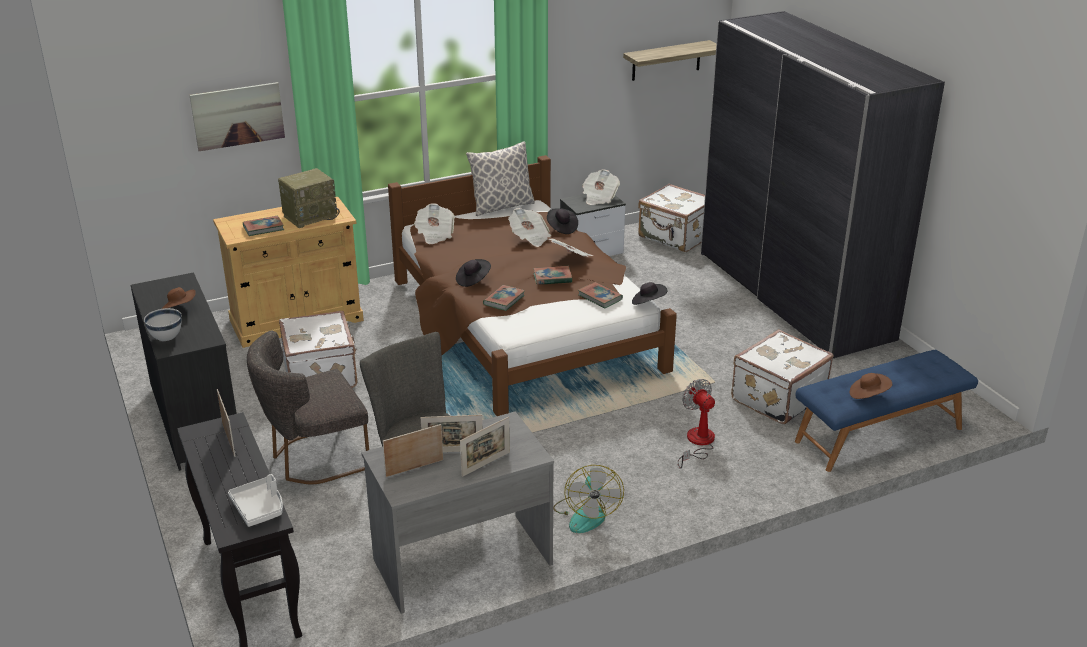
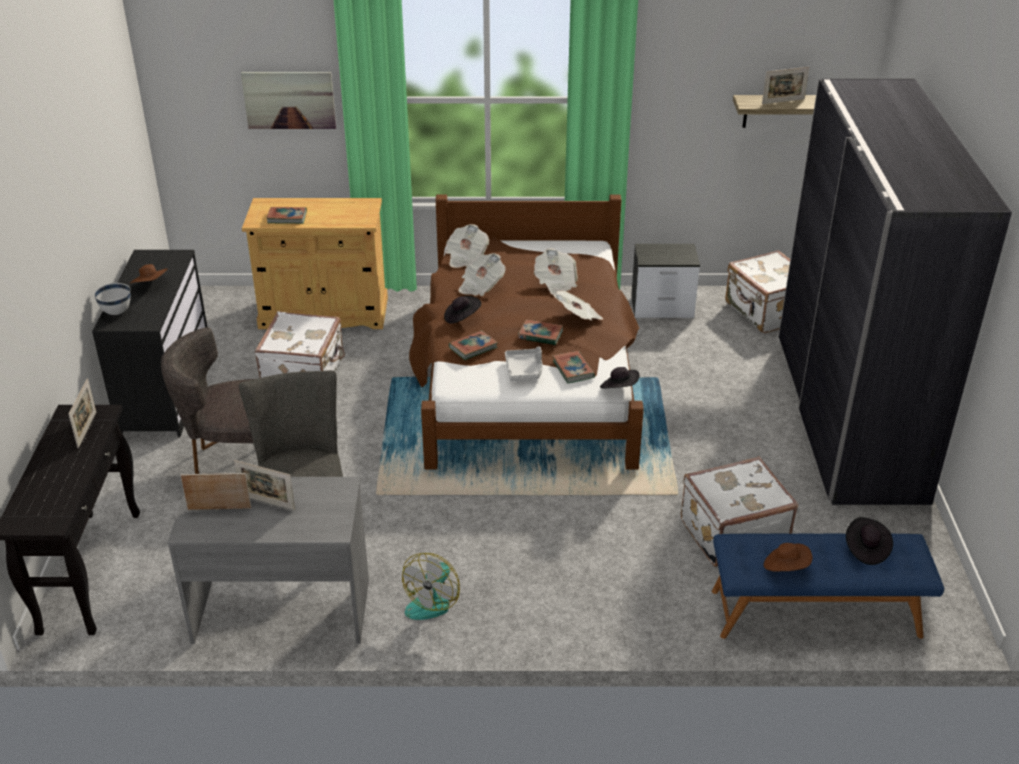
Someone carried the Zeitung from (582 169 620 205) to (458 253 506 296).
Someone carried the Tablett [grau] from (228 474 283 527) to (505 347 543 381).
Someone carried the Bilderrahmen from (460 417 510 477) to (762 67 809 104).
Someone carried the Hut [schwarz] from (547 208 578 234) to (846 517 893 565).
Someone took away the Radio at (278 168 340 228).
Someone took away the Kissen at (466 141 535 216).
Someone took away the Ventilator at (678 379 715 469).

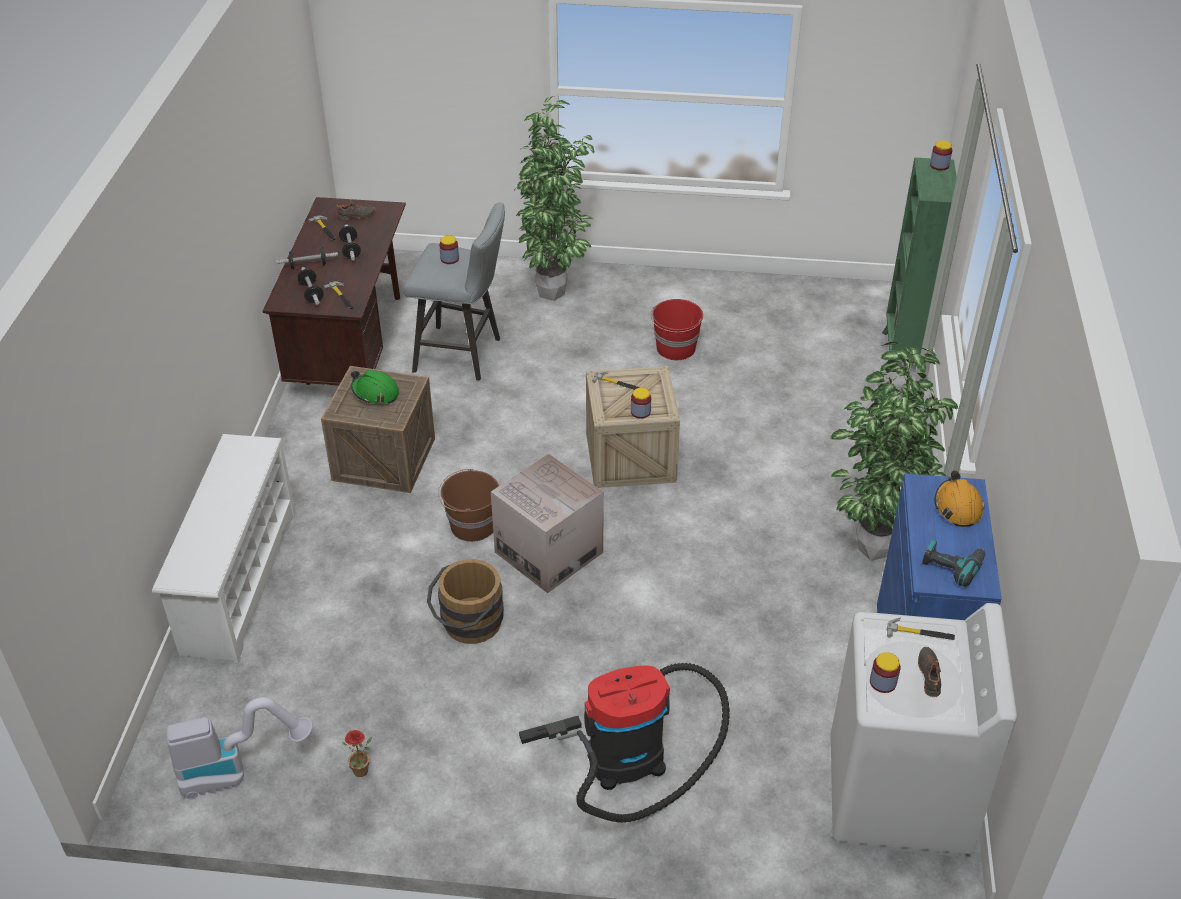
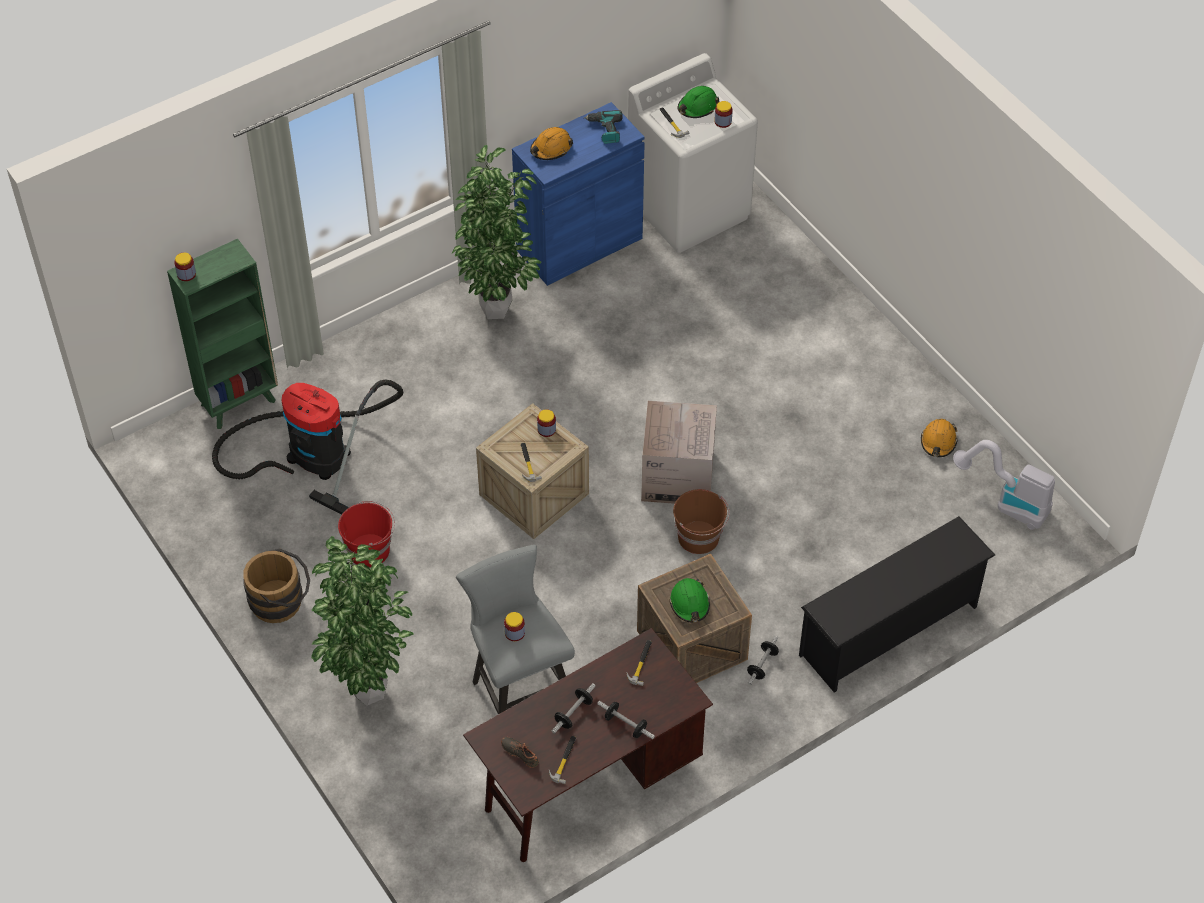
Someone carried the Staubsauger from (519 663 730 823) to (212 379 403 515).
Someone carried the Eimer [braun] from (427 559 504 644) to (243 548 310 623).
Someone swapped the Schuh [schwarz] at (918 647 941 697) for the Schutzhelm [grün] at (678 86 719 118).
Someone carried the Hantel from (297 267 323 305) to (747 636 779 685).
Someone repainted the Schuhregal [weiß] at (152 434 296 664), which became the Schuhregal [schwarz] at (799 516 995 693).
Someone swapped the Topfpflanze at (342 730 372 777) for the Schutzhelm [orange] at (921 419 957 457).

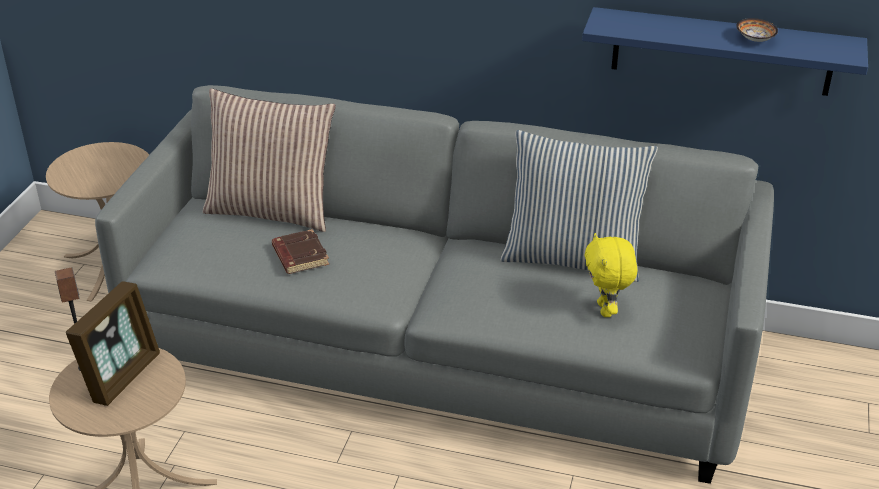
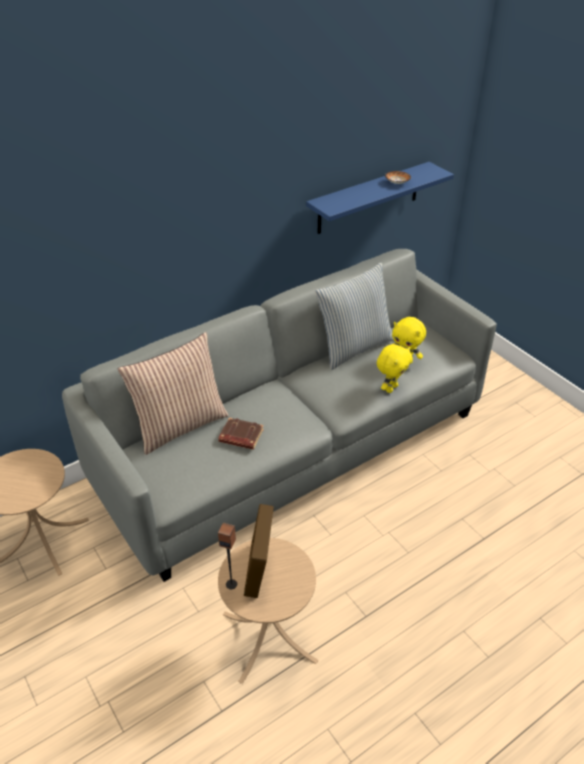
Someone rotated the Bilderrahmen at (66 281 160 406) by 150 degrees counterclockwise.
Someone put down the Plüschtier [gelb] at (377 344 412 393).

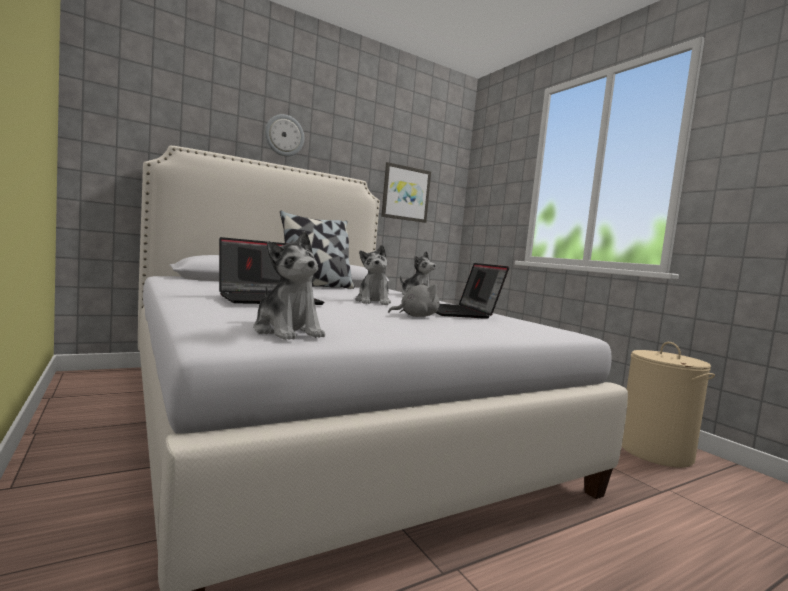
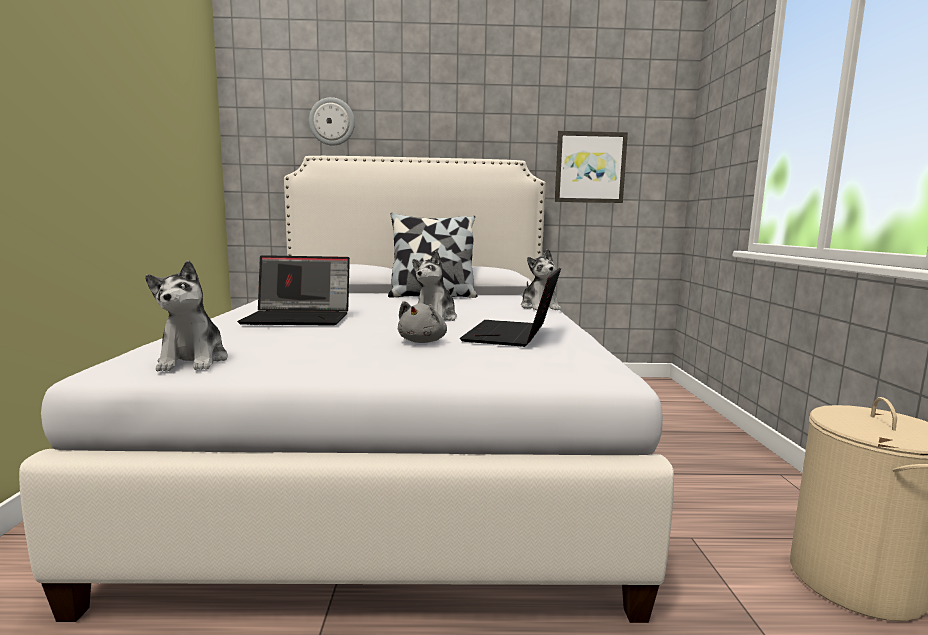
Someone carried the Wanduhr from (265 114 304 156) to (309 97 355 146).
Someone rotated the Plüschtier [grau] at (388 282 439 317) by 105 degrees clockwise.

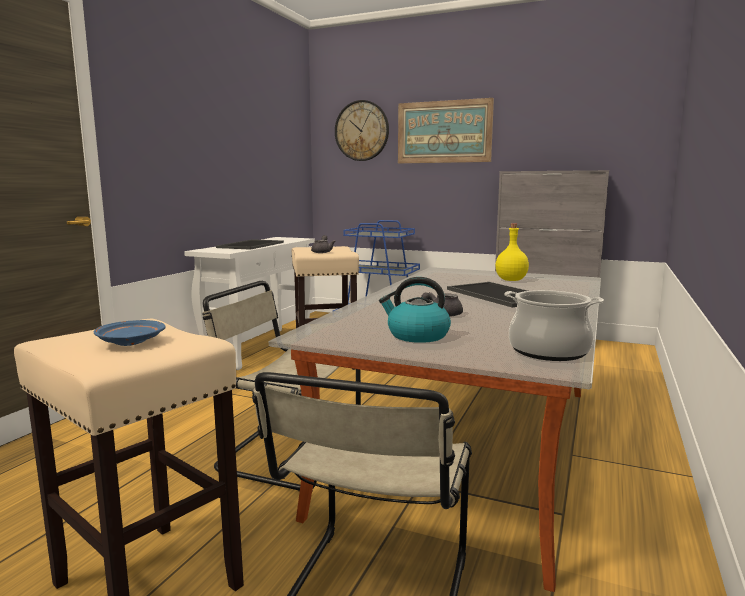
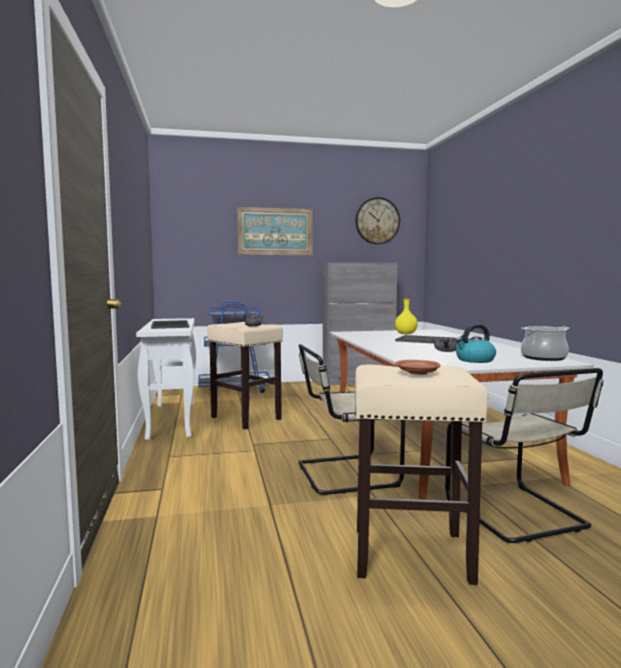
Someone carried the Wanduhr from (335 100 389 161) to (356 197 400 244).
Someone repainted the Teller [blau] at (94 320 166 346), which became the Teller [braun] at (395 360 441 375).

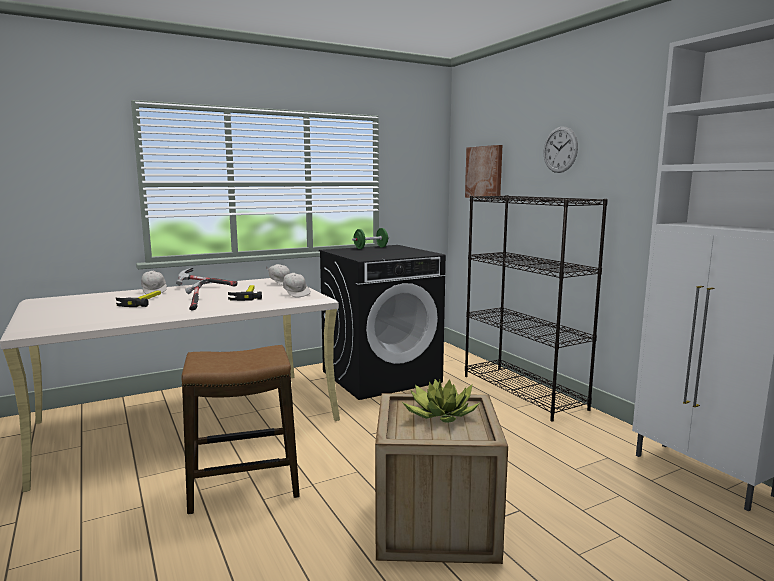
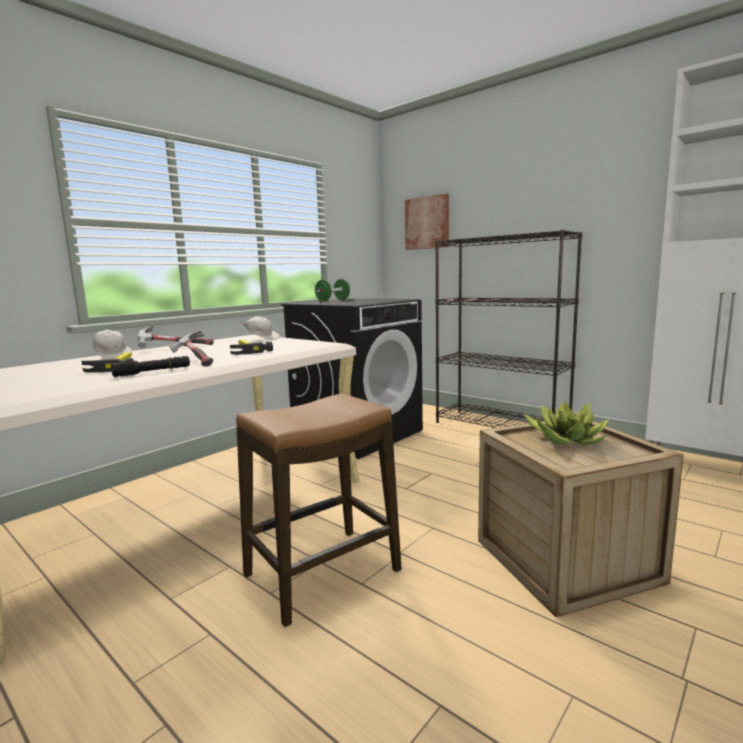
Someone put down the Taschenlampe [schwarz] at (111 356 190 377).
Someone took away the Kappe [weiß] at (283 273 311 298).
Someone took away the Wanduhr at (544 126 578 173).

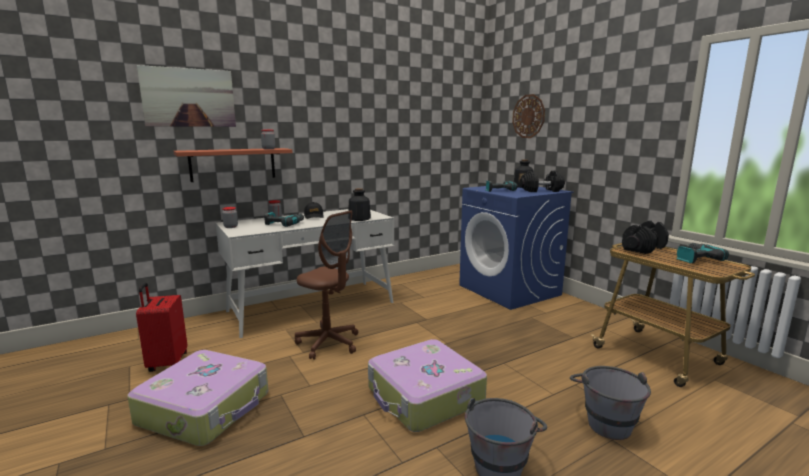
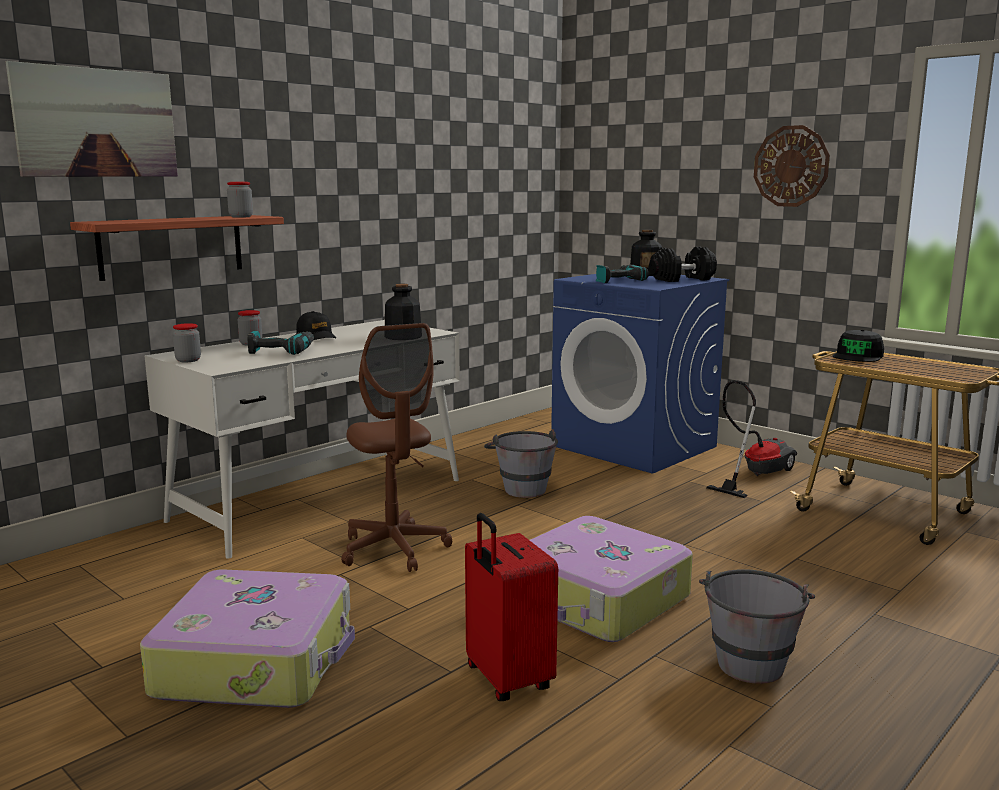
Someone rotated the Bürostuhl [braun] at (295 210 358 360) by 45 degrees clockwise.
Someone carried the Koffer [rot] from (136 283 187 372) to (465 513 558 701).
Someone carried the Eimer [grau] from (570 366 651 440) to (484 429 558 498).
Someone put down the Staubsauger at (706 380 797 498).
Someone carried the Wanduhr from (512 94 545 138) to (754 125 830 207).
Someone swapped the Hantel [schwarz] at (622 220 669 254) for the Kappe [schwarz] at (832 330 884 362).
Someone took away the Bohrmaschine at (677 243 729 263).

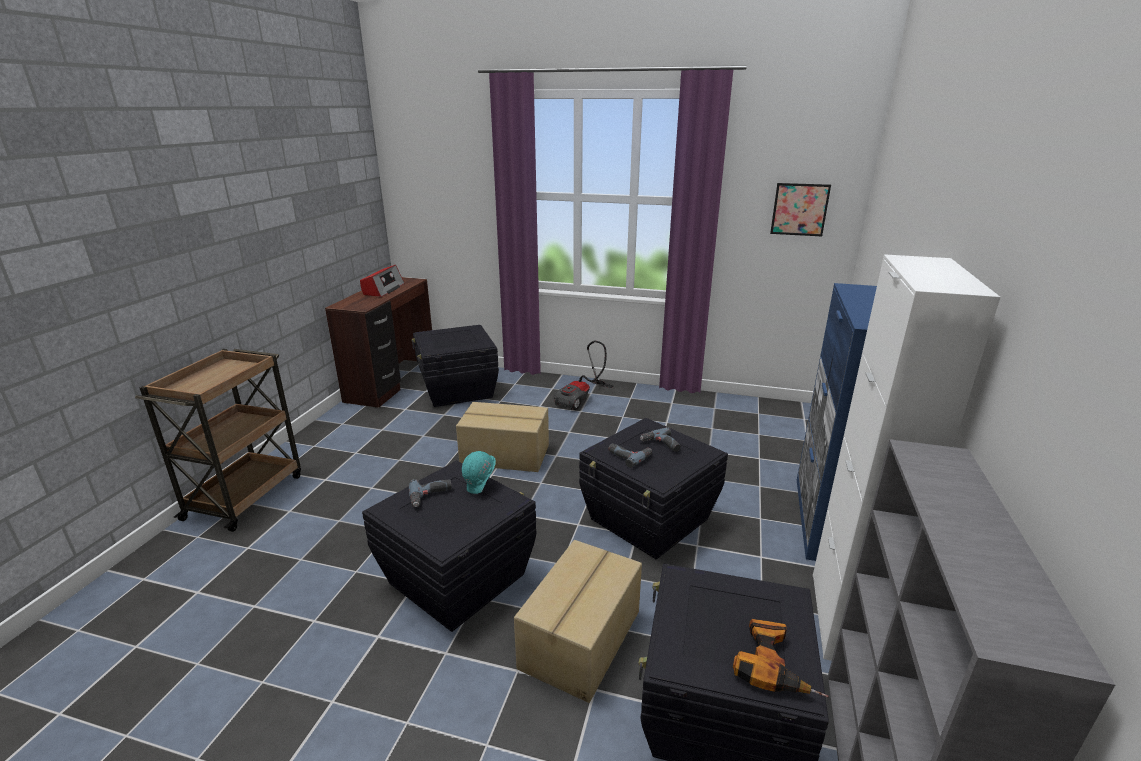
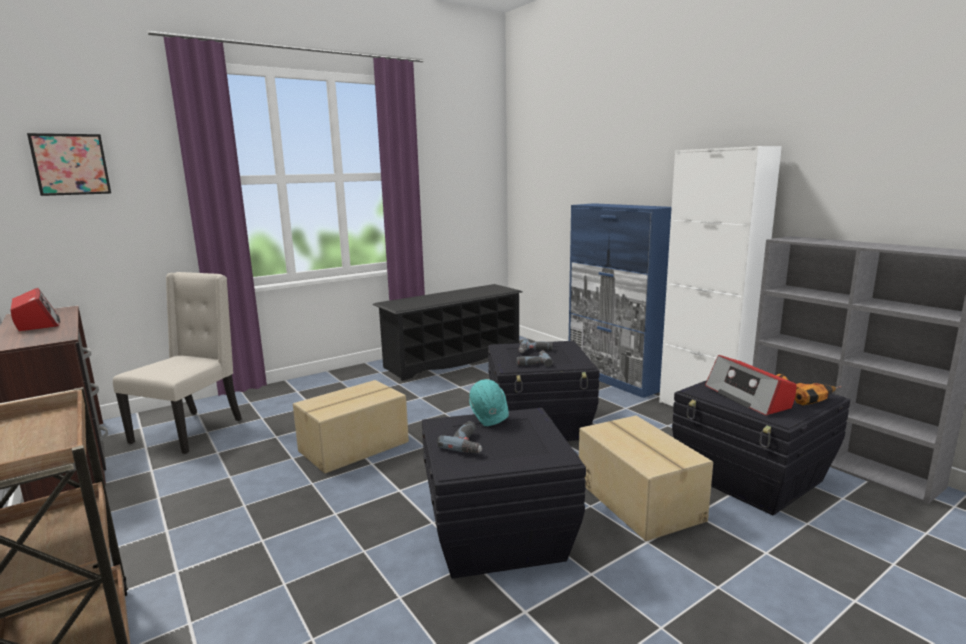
Someone carried the Bild from (770 183 831 236) to (27 133 111 196).
Someone swapped the Aufbewahrungsbox [schwarz] at (411 325 499 407) for the Stuhl [beige] at (113 272 242 454).
Someone put down the Schuhregal [schwarz] at (373 284 523 381).
Someone put down the Radio at (705 355 797 416).
Someone took away the Staubsauger at (554 340 614 410).

